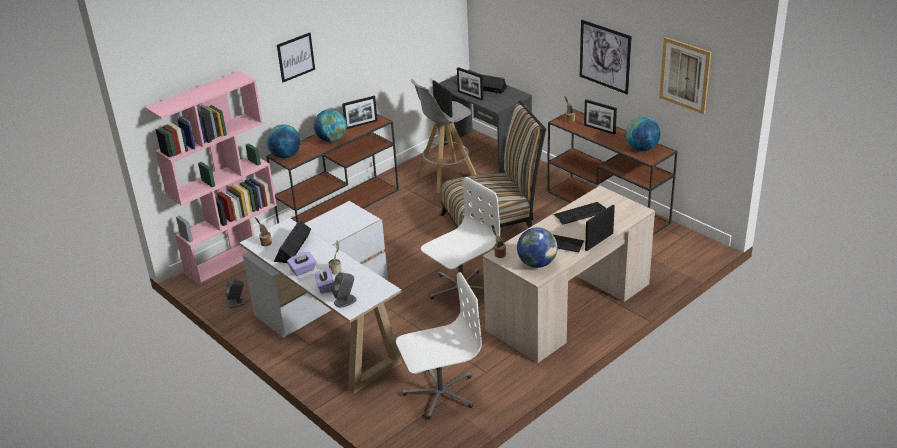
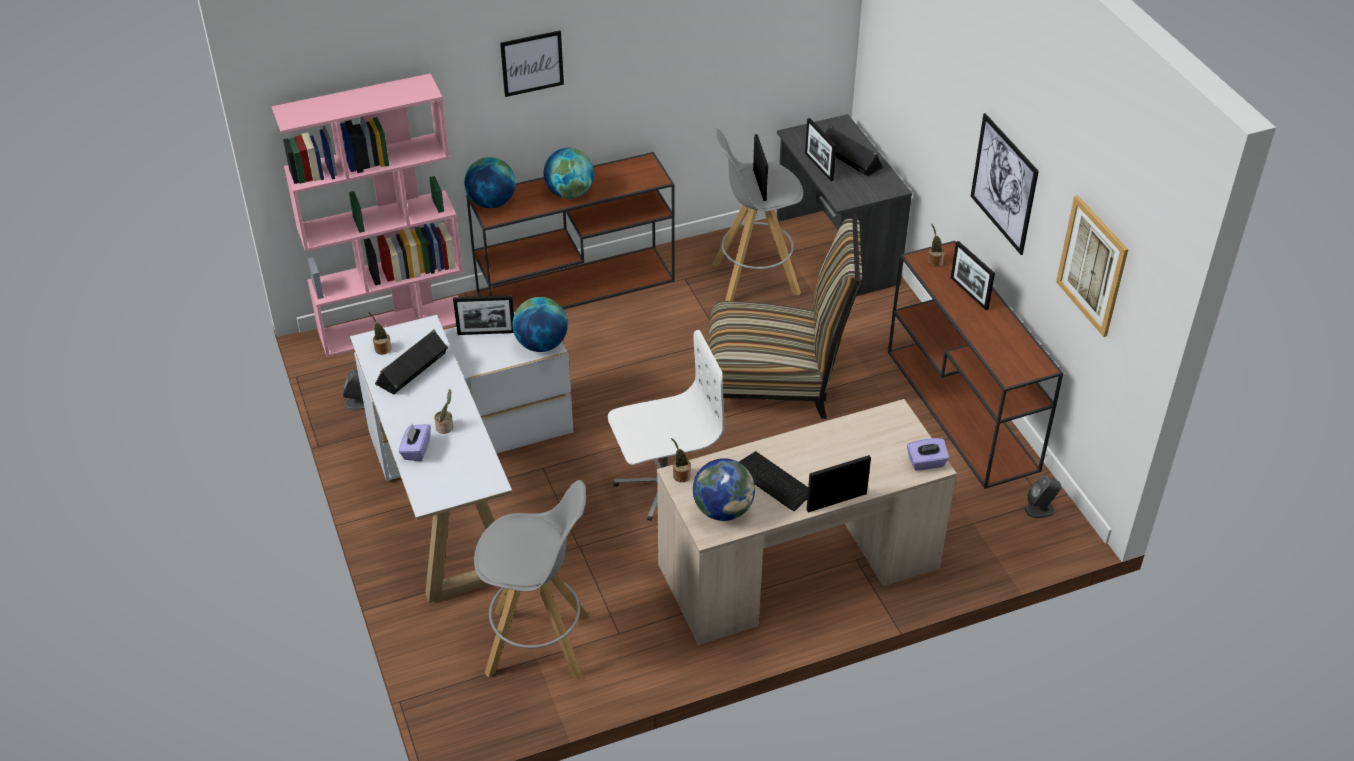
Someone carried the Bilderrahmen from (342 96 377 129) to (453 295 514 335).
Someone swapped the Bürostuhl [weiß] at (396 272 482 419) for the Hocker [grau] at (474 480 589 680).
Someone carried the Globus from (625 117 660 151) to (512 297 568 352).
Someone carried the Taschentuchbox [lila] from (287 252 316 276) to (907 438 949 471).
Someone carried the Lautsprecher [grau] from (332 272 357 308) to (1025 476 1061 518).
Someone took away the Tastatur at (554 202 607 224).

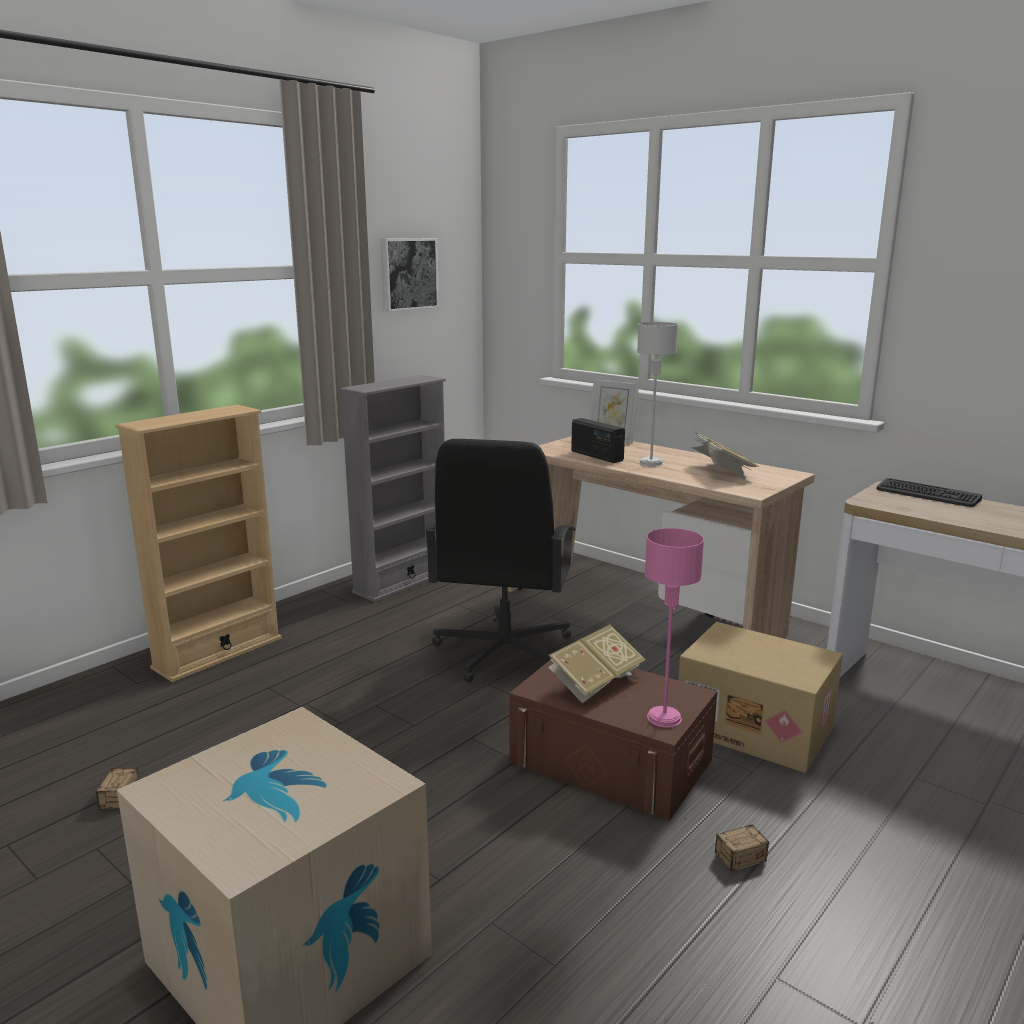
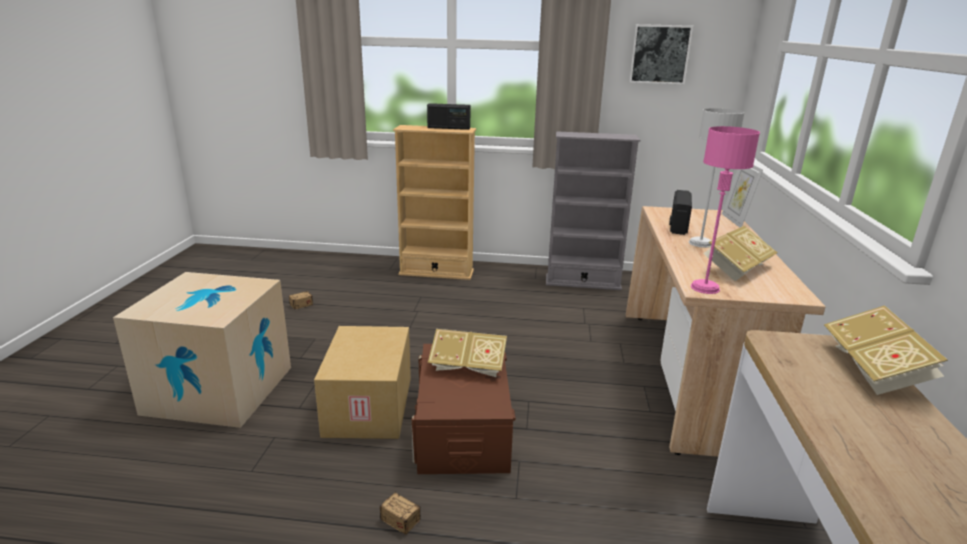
Someone carried the Karton from (678 622 843 773) to (314 326 411 439).
Someone put down the Radio at (427 103 471 130).
Someone carried the Tischlampe [rosa] from (645 528 704 728) to (691 126 760 294).
Someone swapped the Tastatur at (877 478 982 507) for the Buch at (824 305 948 395).
Someone took away the Bürostuhl [schwarz] at (424 439 575 683).

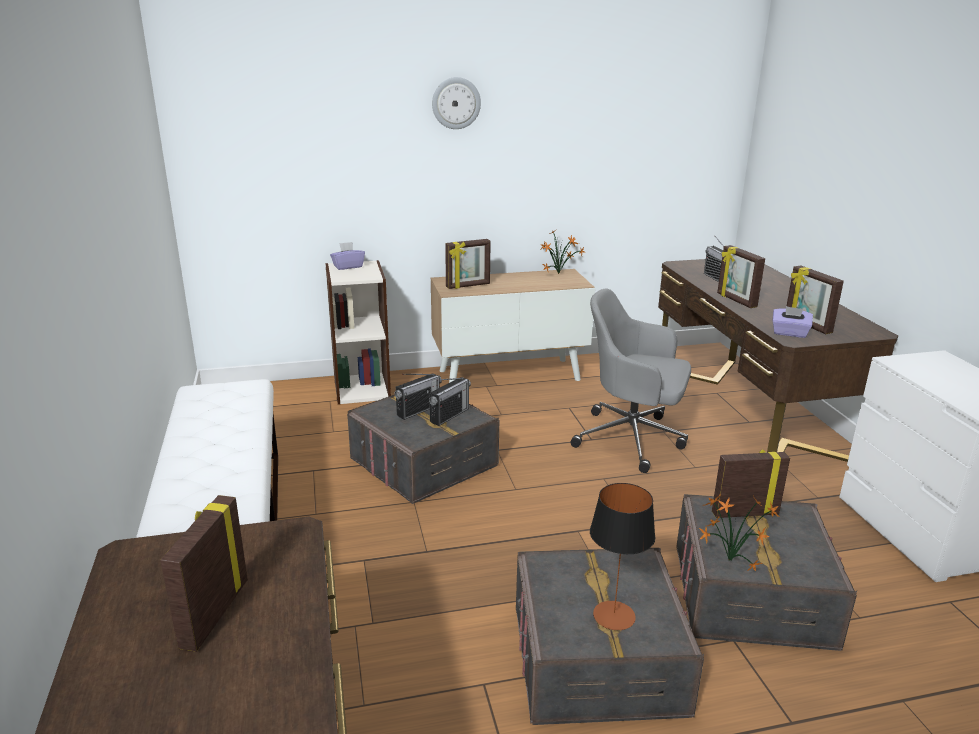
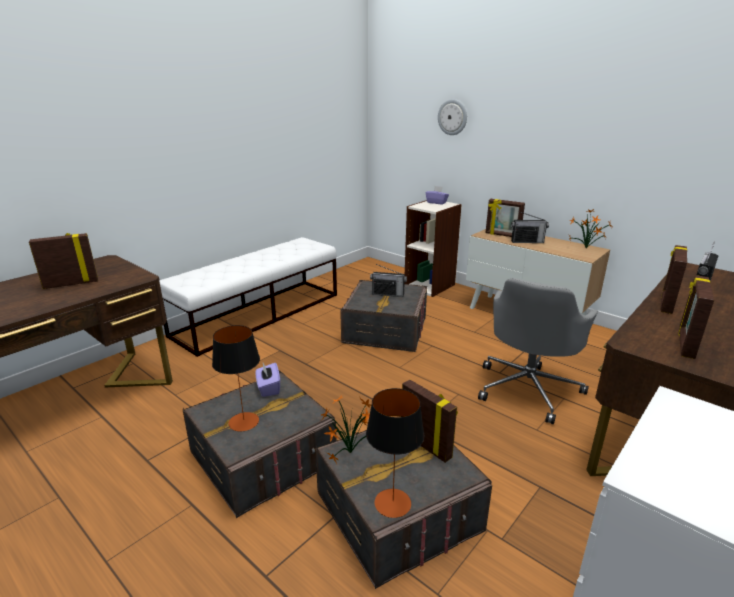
Someone carried the Taschentuchbox [lila] from (772 306 813 338) to (255 363 280 397).
Someone put down the Tischlampe at (366 388 424 518).
Someone carried the Wanduhr from (432 77 481 129) to (438 99 467 135).
Someone rotated the Bürostuhl [grau] at (571 288 691 473) by 135 degrees counterclockwise.
Someone carried the Radio from (429 377 471 426) to (511 211 549 243).

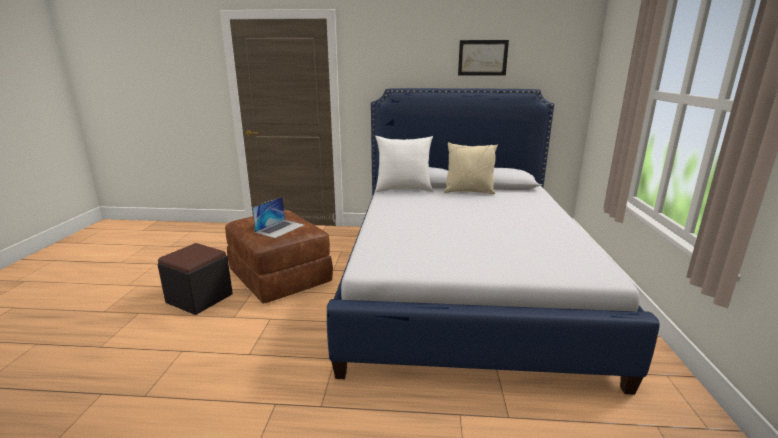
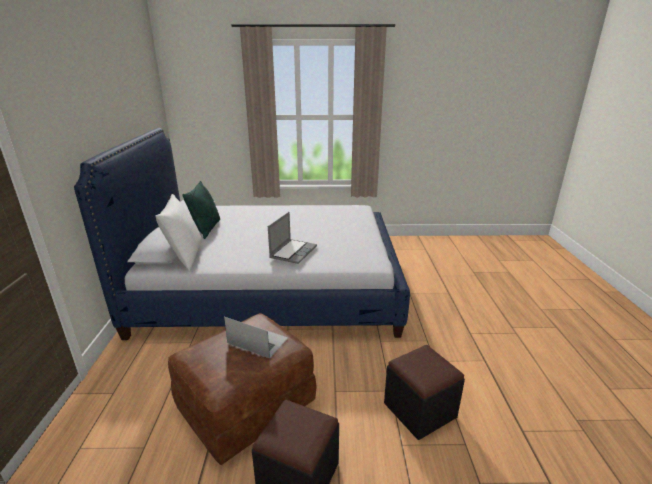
Someone repainted the Kissen [beige] at (444 142 498 194), which became the Kissen [grün] at (182 181 220 239).
Someone put down the Laptop at (268 212 317 264).
Someone put down the Polsterhocker [schwarz] at (384 345 465 440).
Someone took away the Bild at (458 40 509 76).

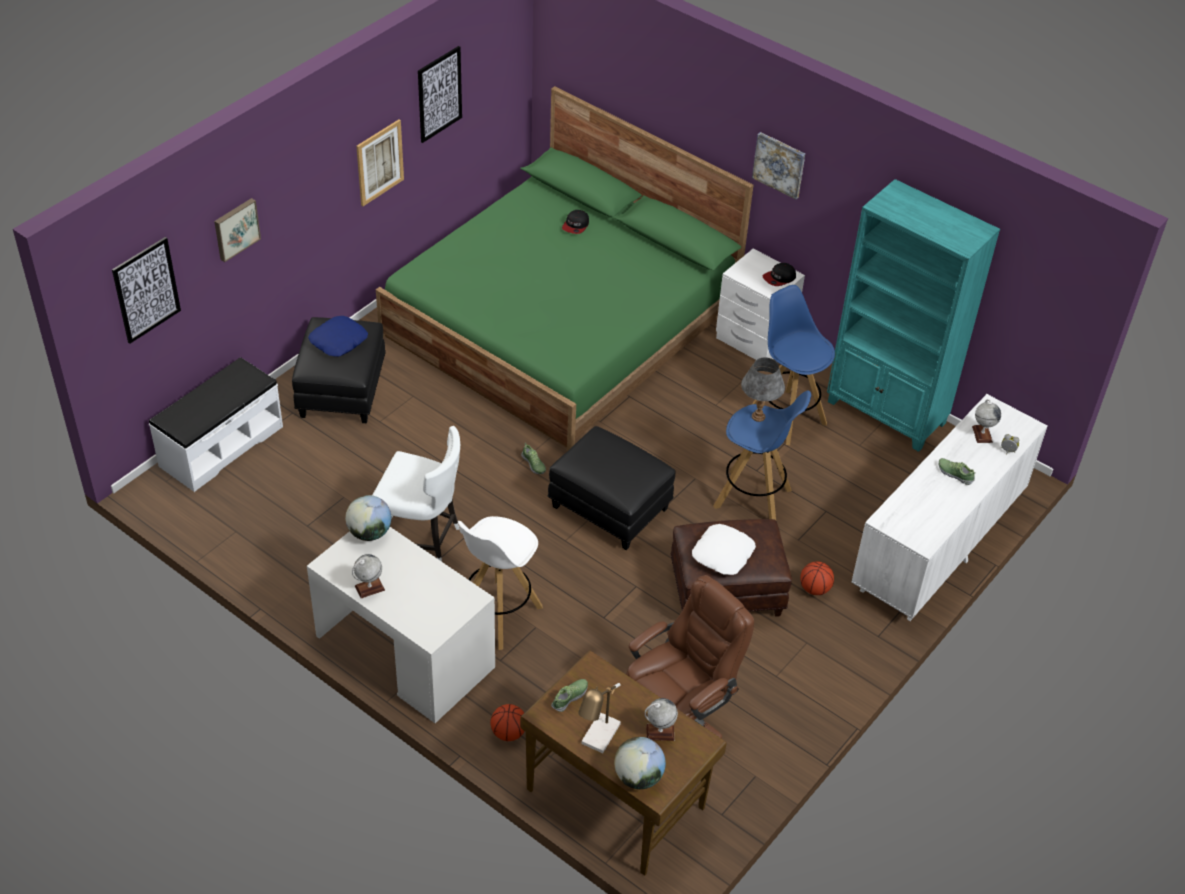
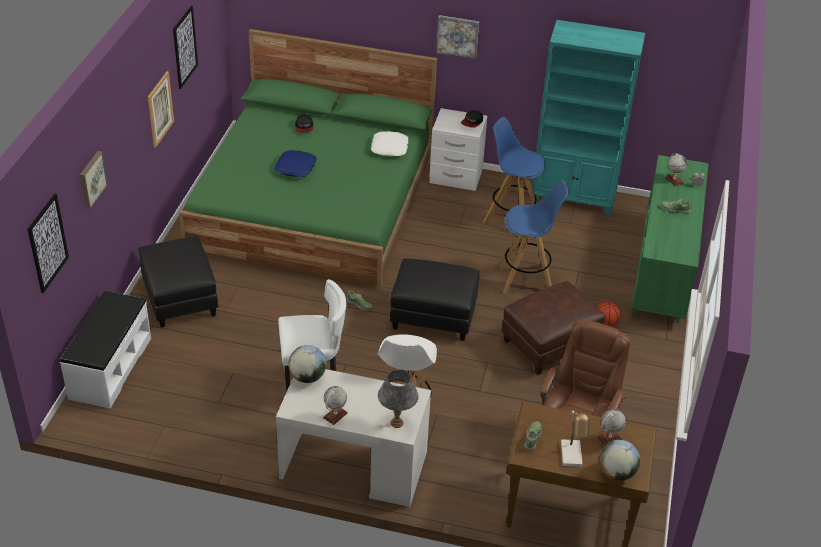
Someone carried the Kissen [blau] from (308 316 368 357) to (274 150 317 177).
Someone carried the Kissen [weiß] from (692 524 756 575) to (371 131 408 156).
Someone carried the Tischlampe [grau] from (741 357 785 422) to (378 370 419 428).
Someone repainted the Kommode [weiß] at (851 394 1047 621), which became the Kommode [grün] at (632 155 709 323).
Someone took away the Basketball at (490 704 525 741).

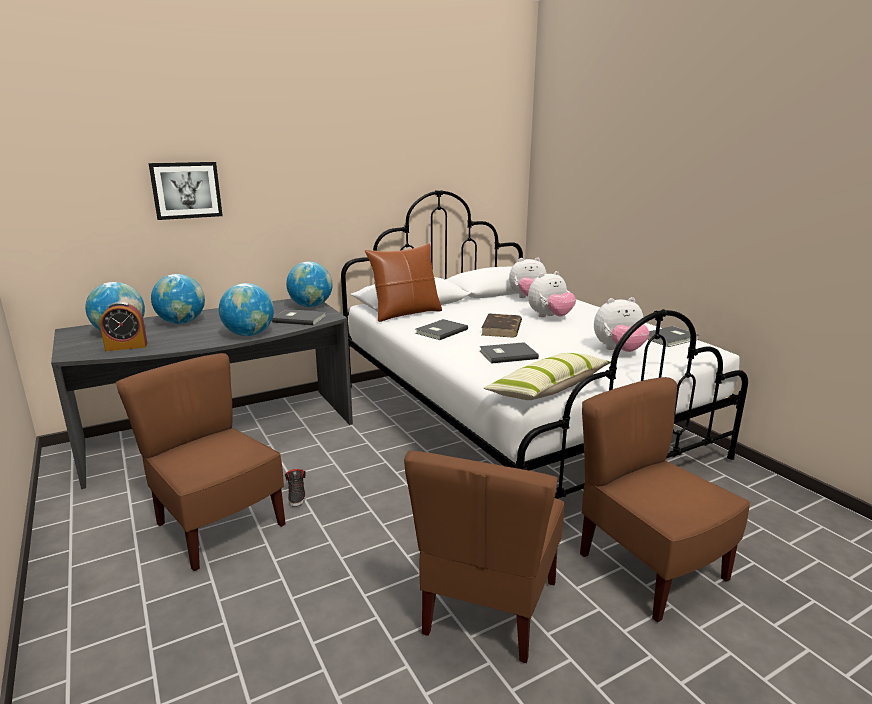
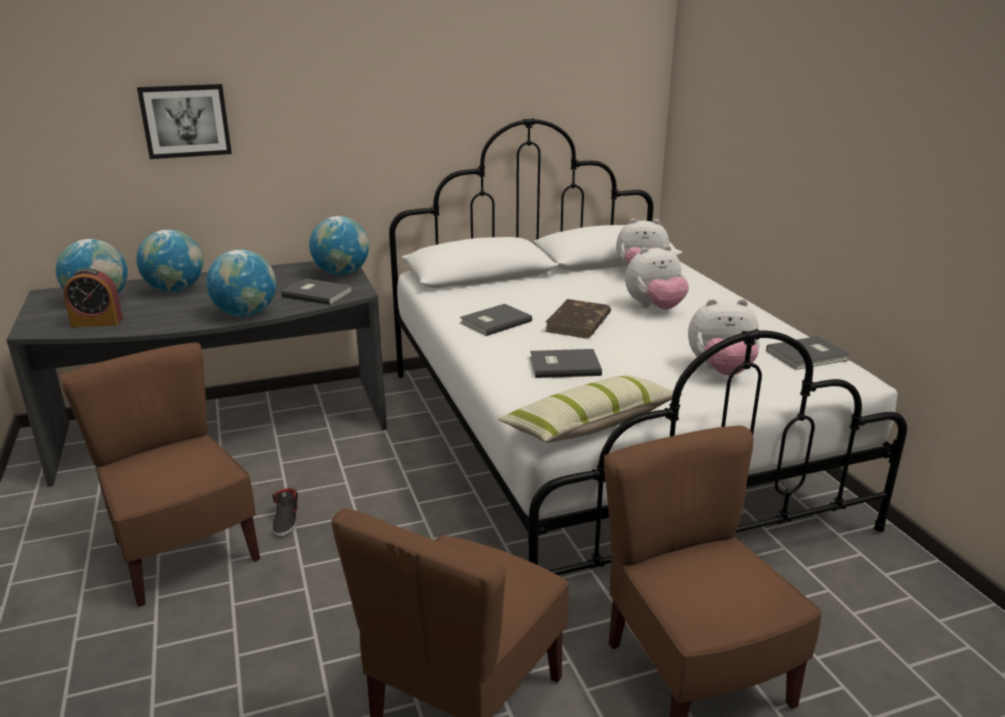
Someone took away the Kissen [braun] at (365 243 442 322).

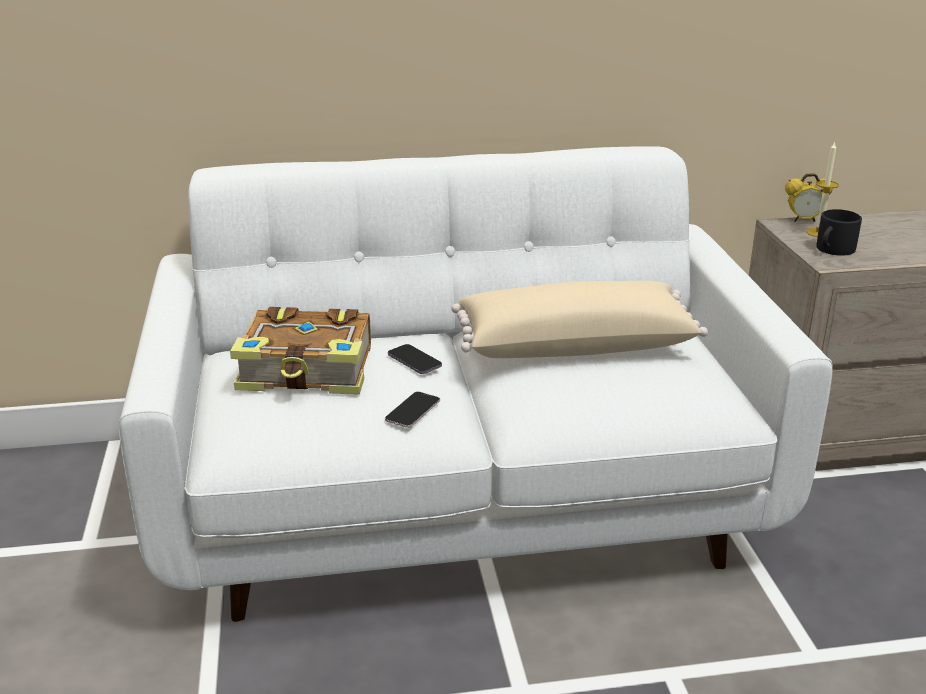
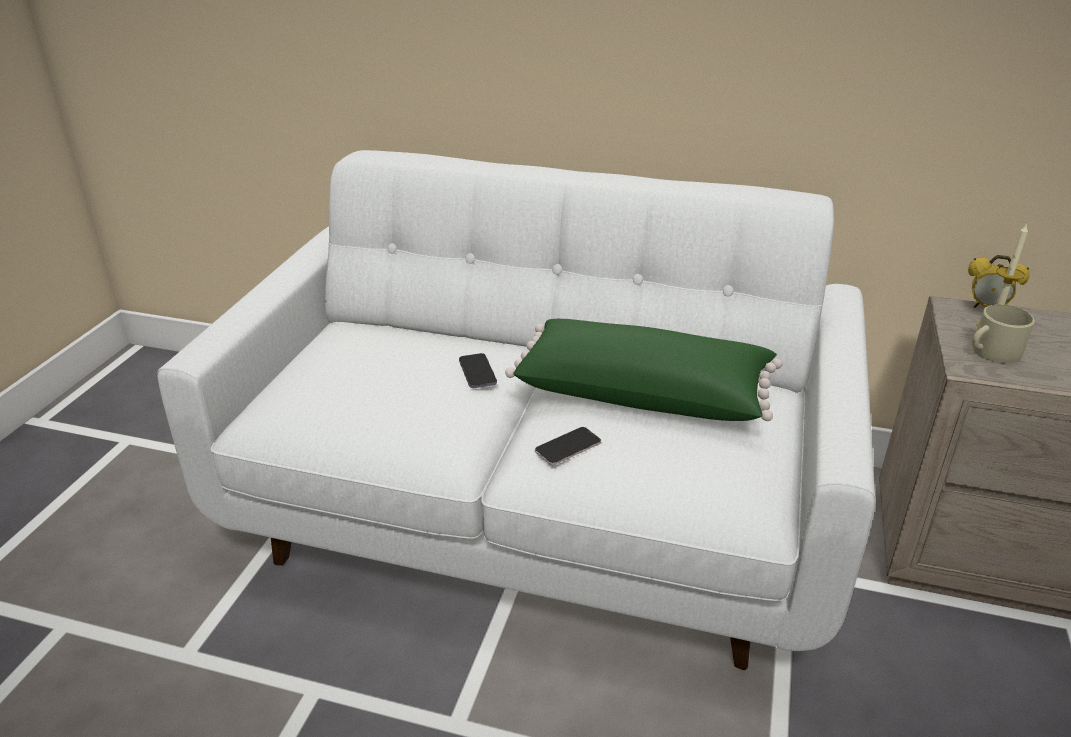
Someone repainted the Kissen [beige] at (451 281 708 358), which became the Kissen [grün] at (505 319 783 421).
Someone carried the Handy from (385 391 440 428) to (535 427 601 465).
Someone repainted the Henkelbecher [schwarz] at (816 209 862 256), which became the Henkelbecher [beige] at (972 305 1035 364).
Someone took away the Buch at (230 307 371 395).

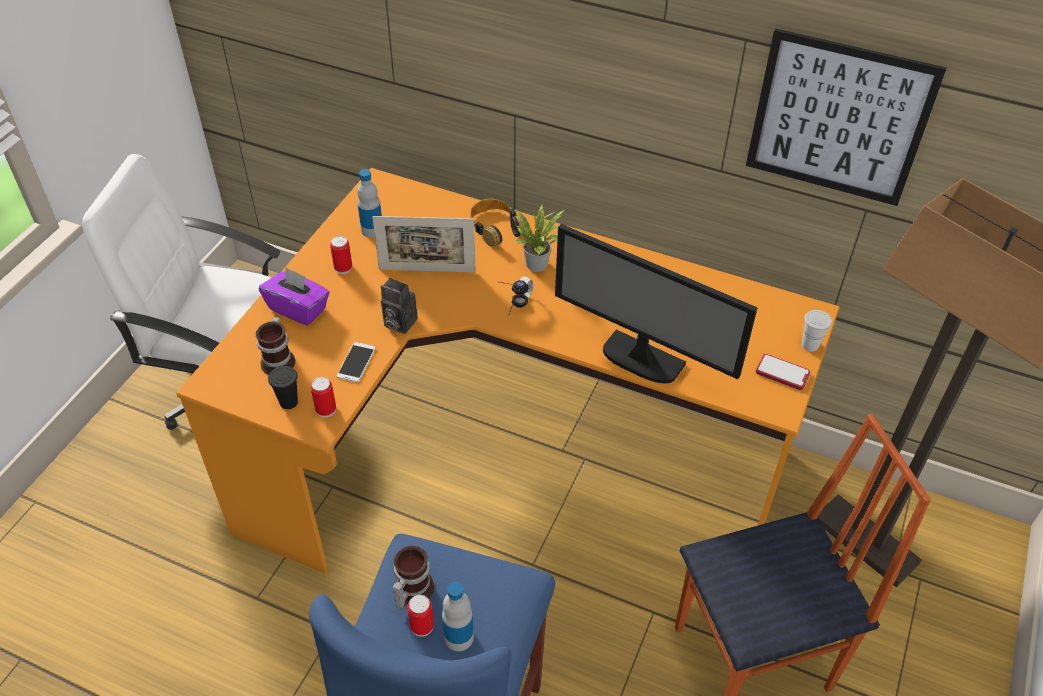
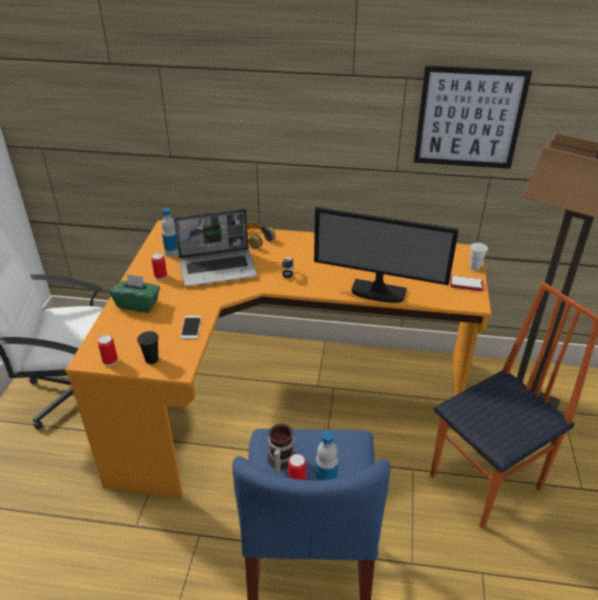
Someone carried the Dose from (311 377 336 418) to (98 335 118 366).
Someone repainted the Taschentuchbox [lila] at (259 267 329 326), which became the Taschentuchbox [grün] at (110 274 160 312).
Someone swapped the Bilderrahmen at (372 216 476 272) for the Laptop at (174 209 257 287).
Someone took away the Henkelbecher at (256 317 295 375).
Someone took away the Kamera at (381 278 418 334).
Someone took away the Topfpflanze at (514 205 564 272).

